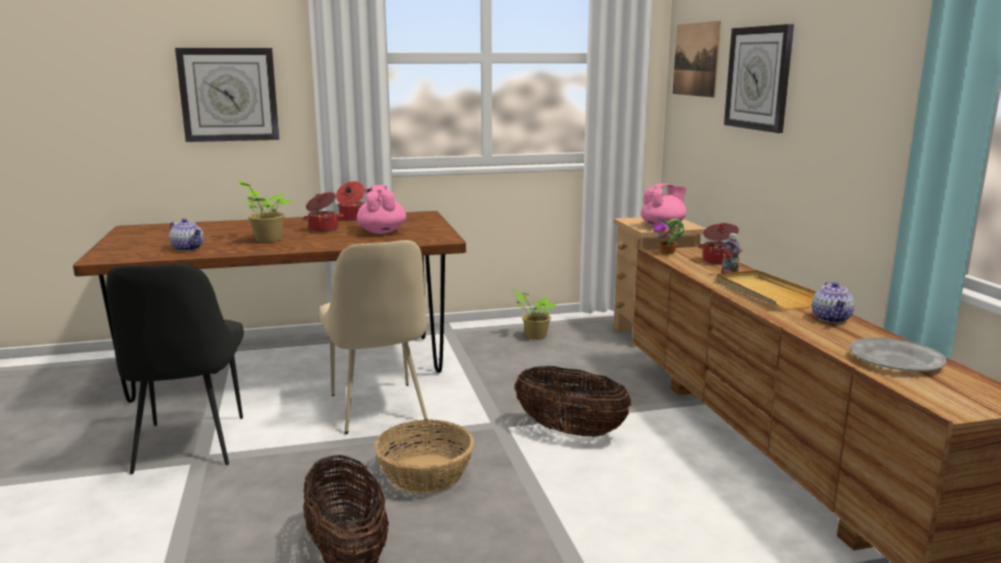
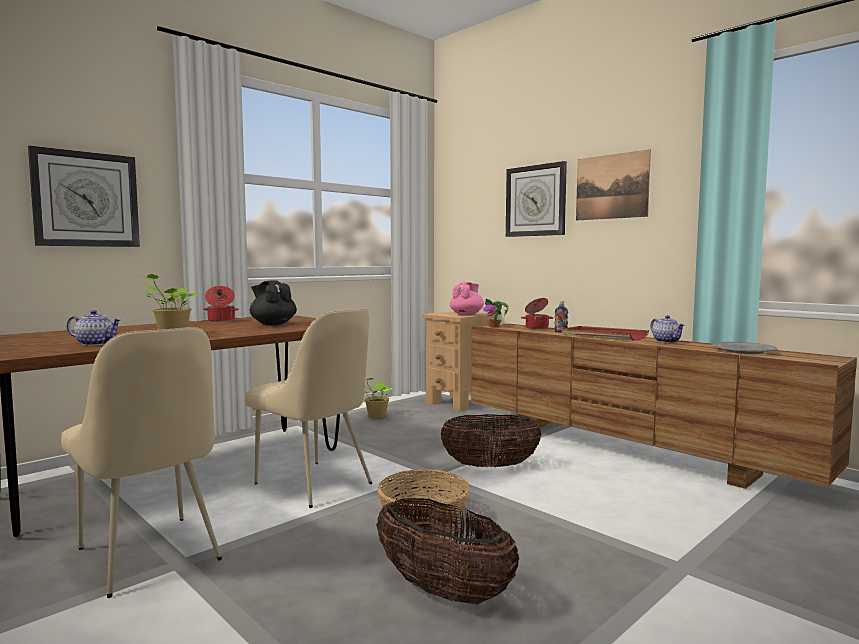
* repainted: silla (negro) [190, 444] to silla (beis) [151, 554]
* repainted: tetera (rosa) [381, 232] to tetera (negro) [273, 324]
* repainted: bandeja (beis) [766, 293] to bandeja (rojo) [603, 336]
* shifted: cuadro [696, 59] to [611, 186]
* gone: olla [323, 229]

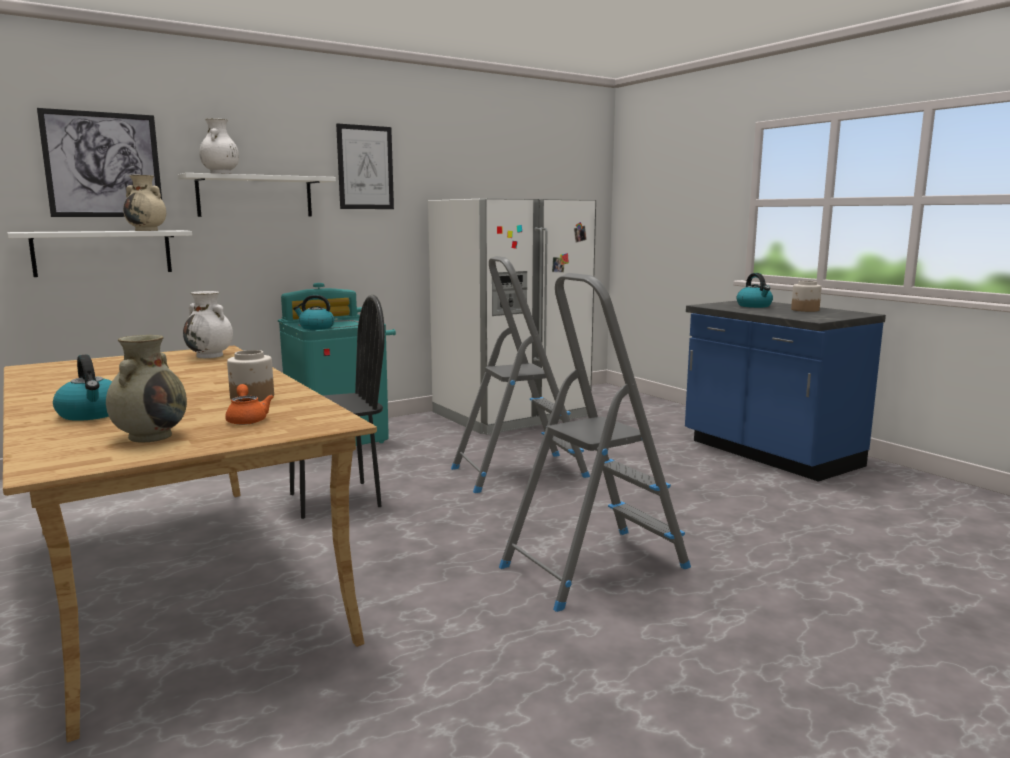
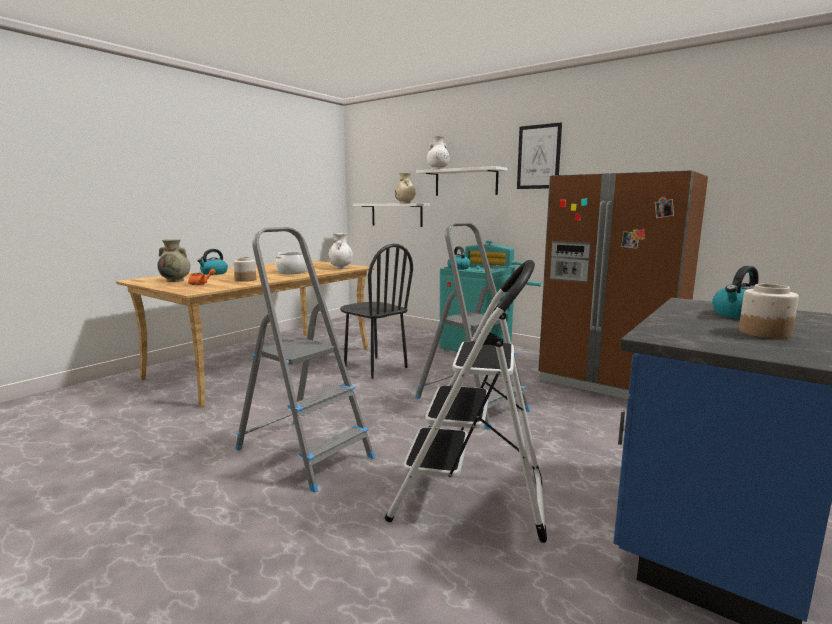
* new: olla [292, 272]
* new: escalera de tijera [473, 500]
* repainted: nevera (blanco) [510, 415] to nevera (marrón) [611, 380]
* gone: cuadro [103, 165]

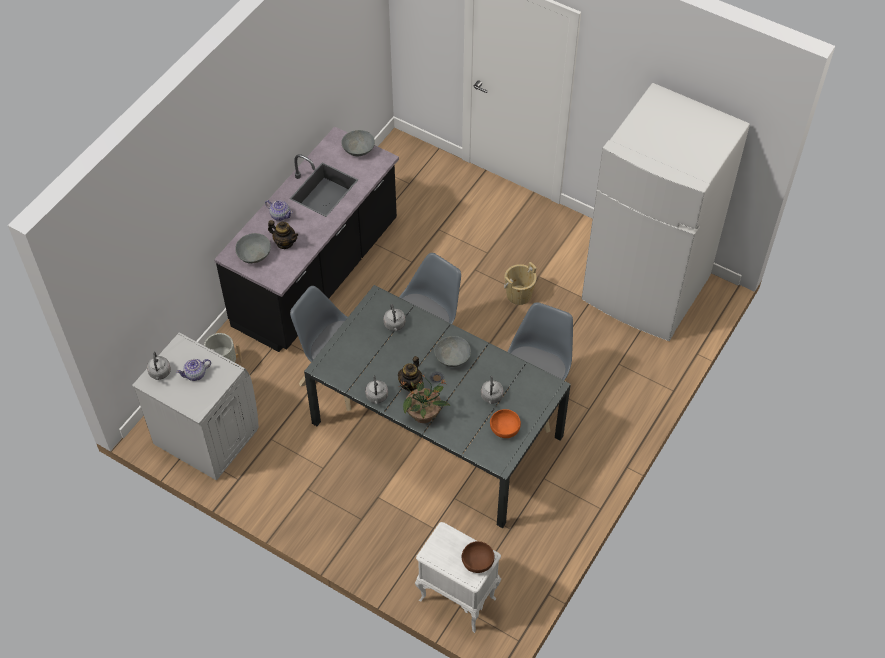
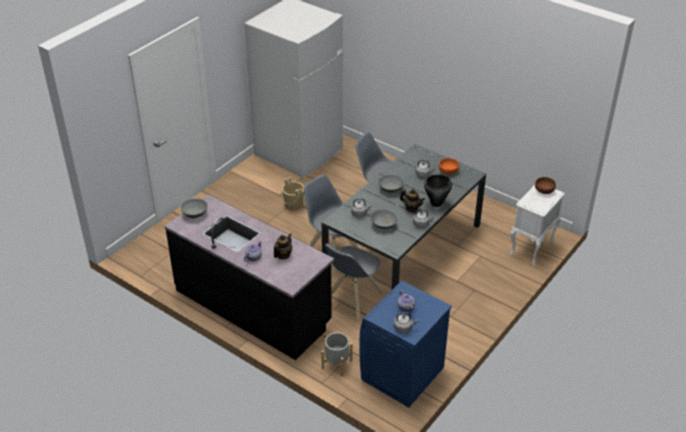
* repainted: lavadora (blanco) [206, 436] to lavadora (azul) [402, 374]
* shifted: cuenco (gris) [254, 254] to [383, 225]
* swapped: planta en maceta [424, 414] to olla (negro) [436, 203]

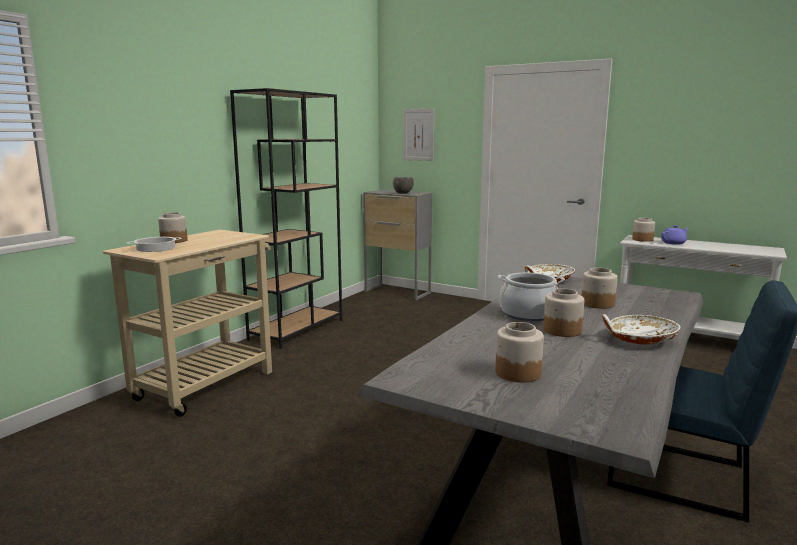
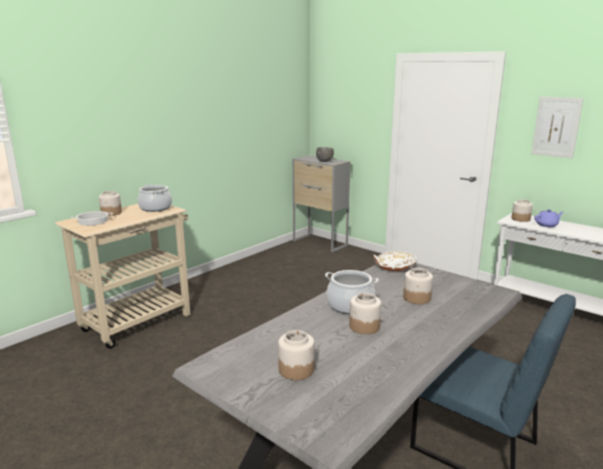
* new: olla [155, 208]
* shifted: cuadro [418, 135] to [556, 127]
* gone: estantería [296, 329]
* gone: cuenco (blanco) [639, 340]

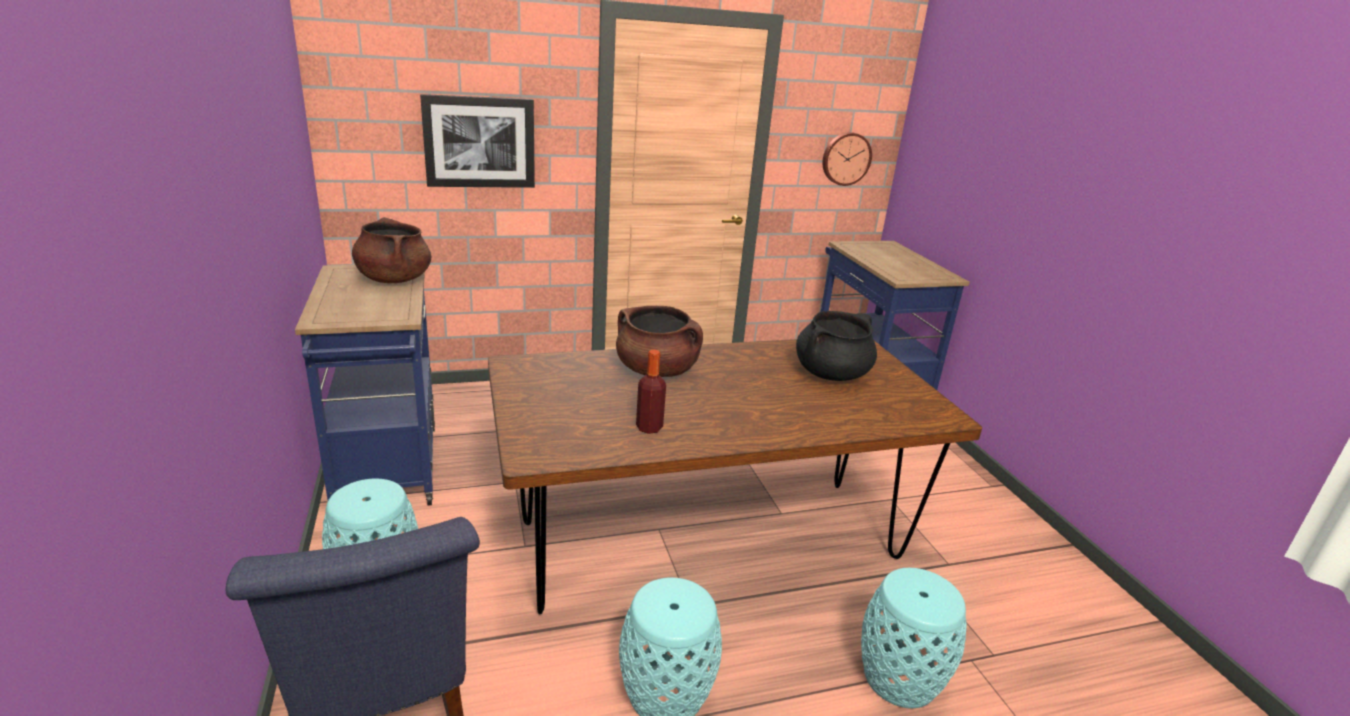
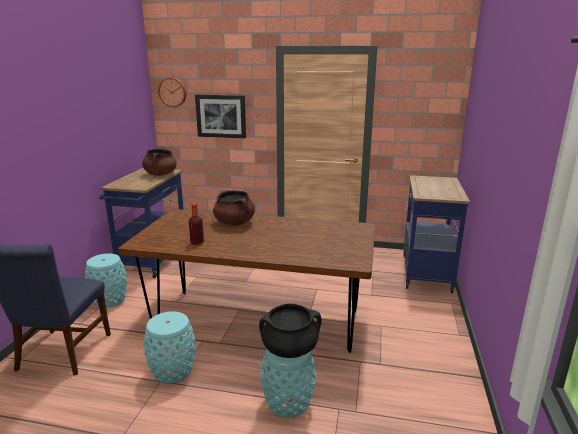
* shifted: reloj de pared [845, 158] to [173, 92]
* shifted: olla (negro) [831, 374] to [290, 349]

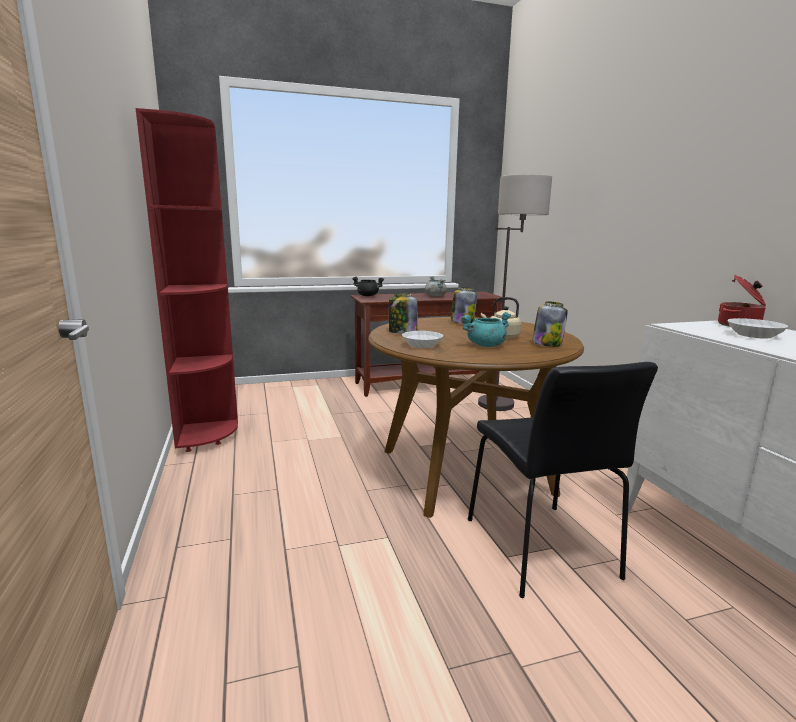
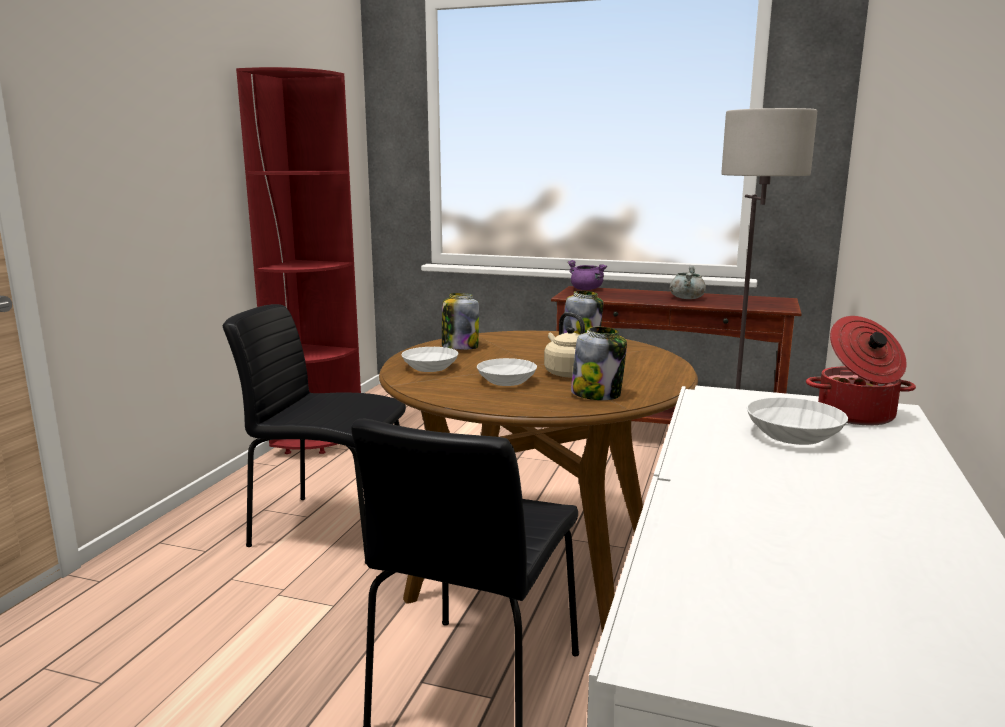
* new: silla (negro) [326, 528]
* swapped: olla (turquesa) [485, 345] to cuenco (blanco) [505, 381]
* repainted: olla (negro) [368, 296] to olla (morado) [587, 289]

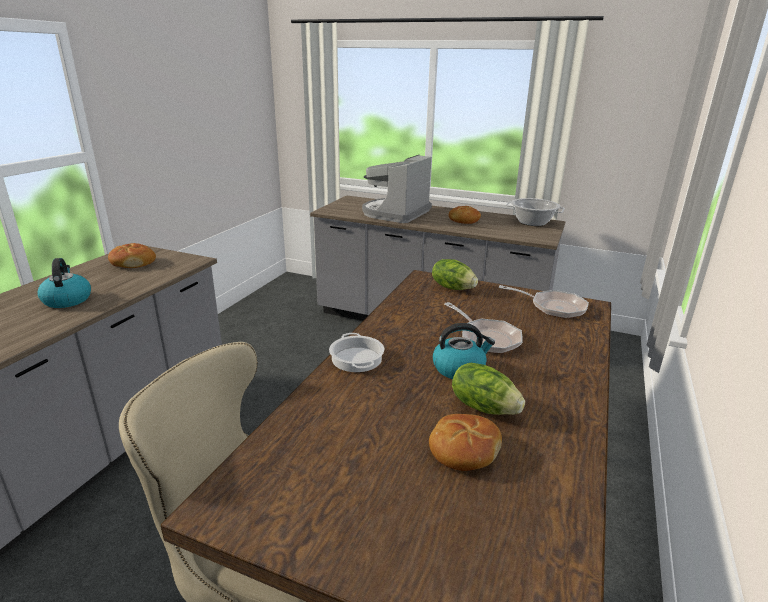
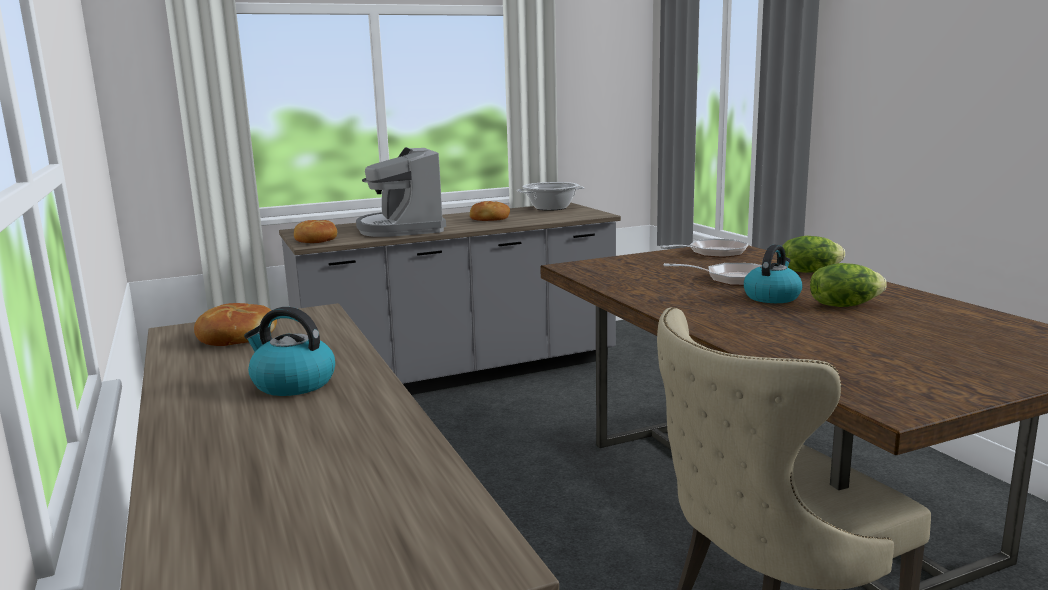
* shifted: pan [463, 450] to [316, 240]
* shifted: lechuga [453, 287] to [809, 271]
* gone: olla [356, 359]

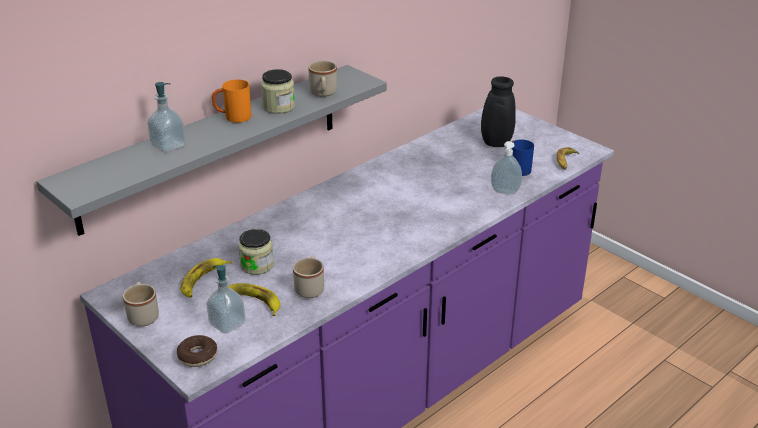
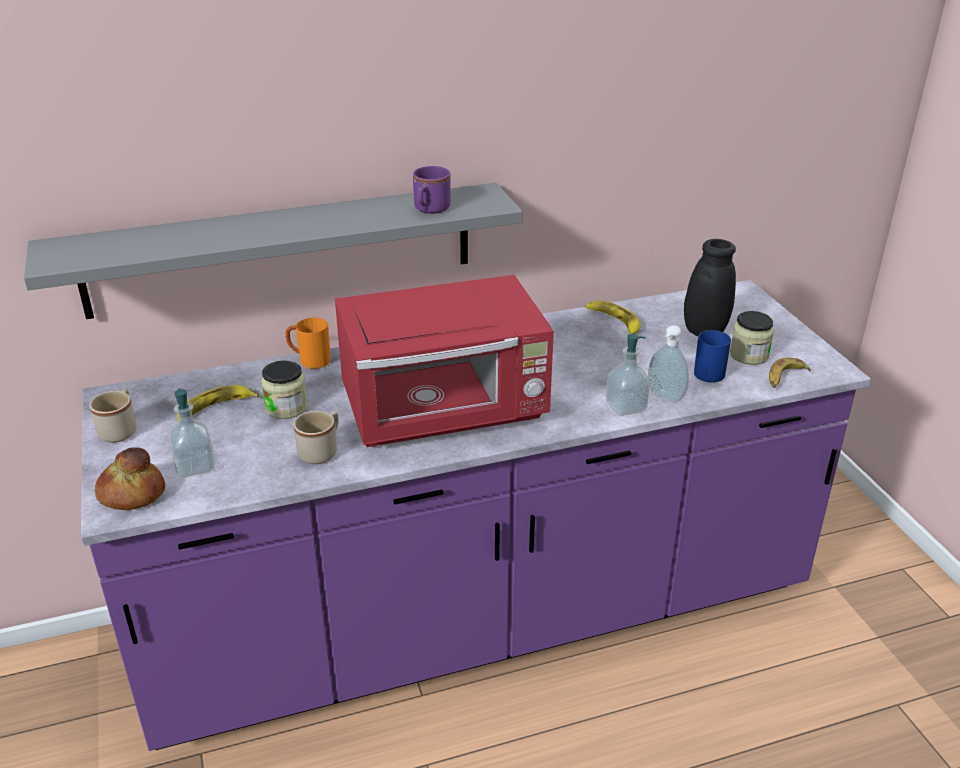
* swapped: rosquilla [197, 356] to pan [131, 494]
* shifted: taza grande (naranja) [233, 118] to [309, 360]
* new: microondas (rojo) [446, 412]
* repainted: taza grande (beis) [323, 94] to taza grande (morado) [430, 210]
* shifted: plátano [253, 301] to [613, 321]
* shifted: dispensador de jabón [168, 146] to [625, 406]
* shifted: tarro [278, 107] to [749, 355]

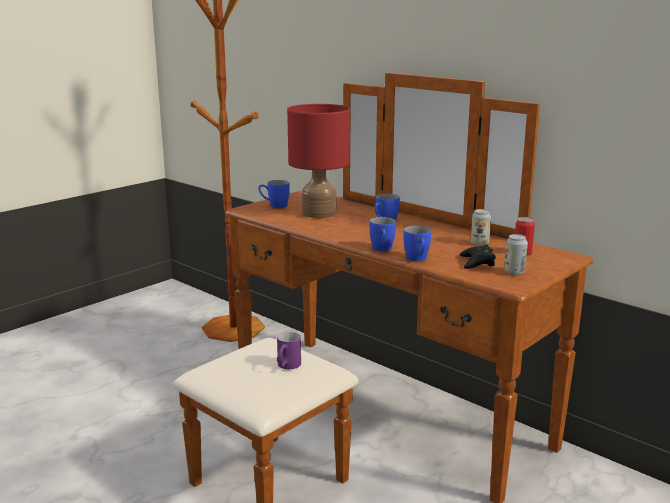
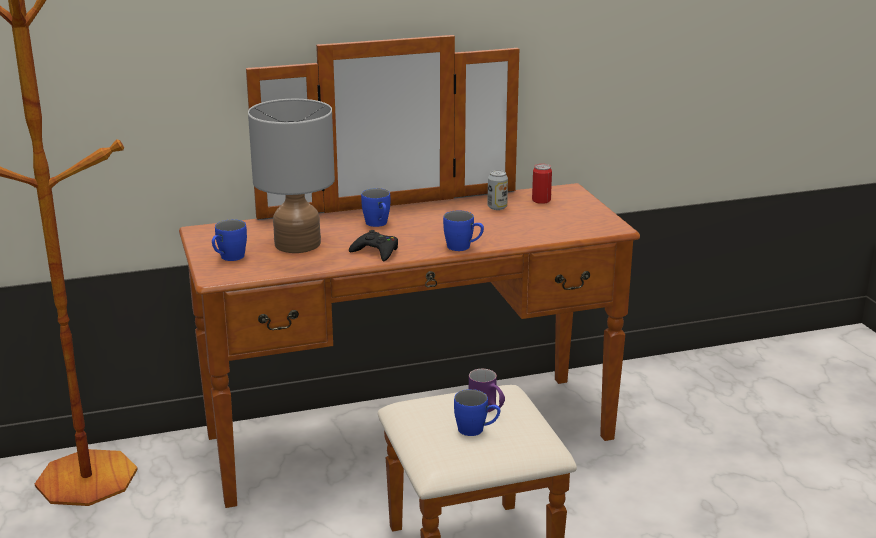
* repainted: lámpara de mesa (rojo) [318, 213] to lámpara de mesa (gris) [296, 244]
* shifted: mando de consola (negro) [477, 262] to [376, 251]
* shifted: taza grande (azul) [417, 260] to [477, 430]
* gone: lata [514, 272]

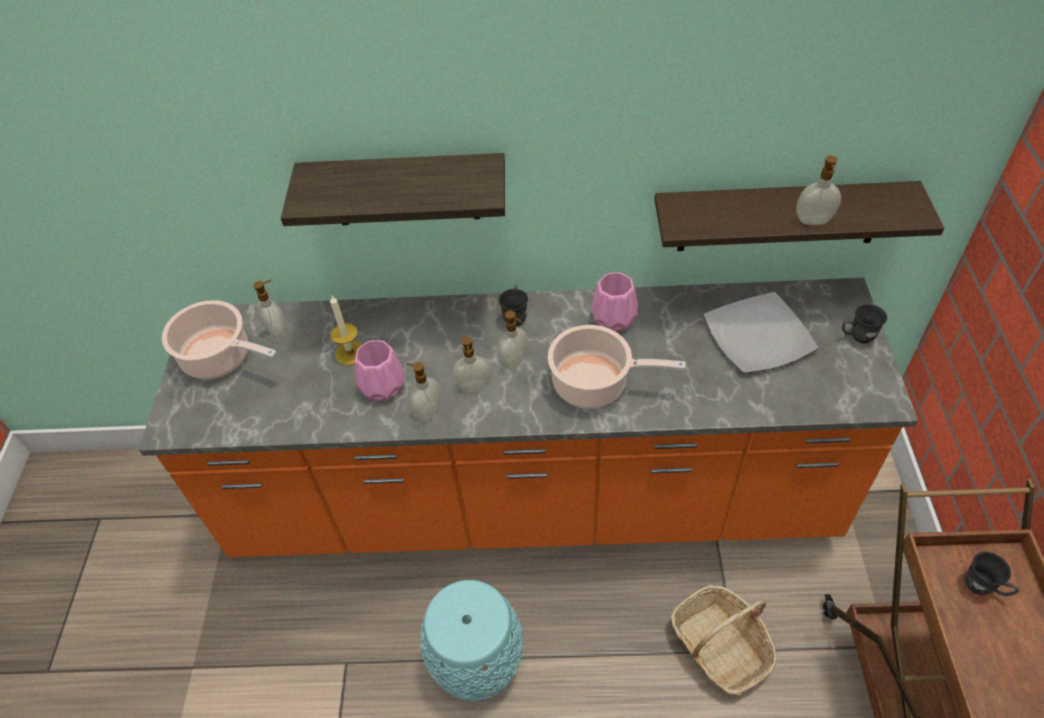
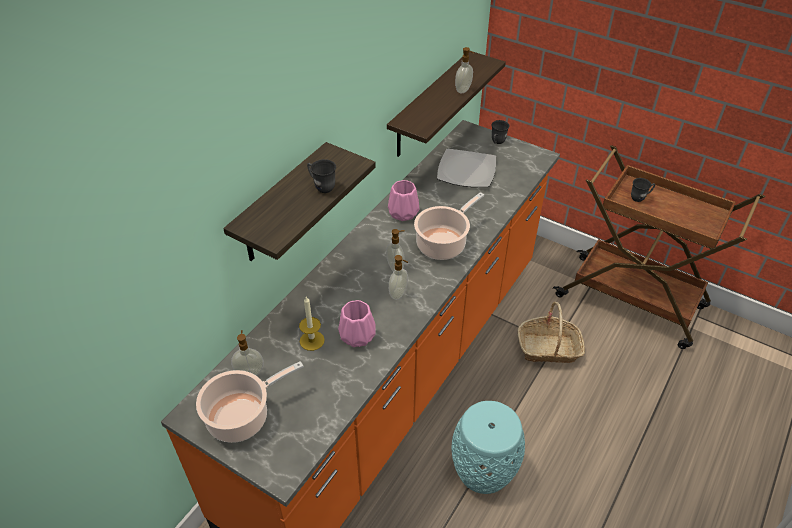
* shifted: taza grande (gris) [515, 316] to [321, 186]
* gone: dispensador de jabón [427, 411]

